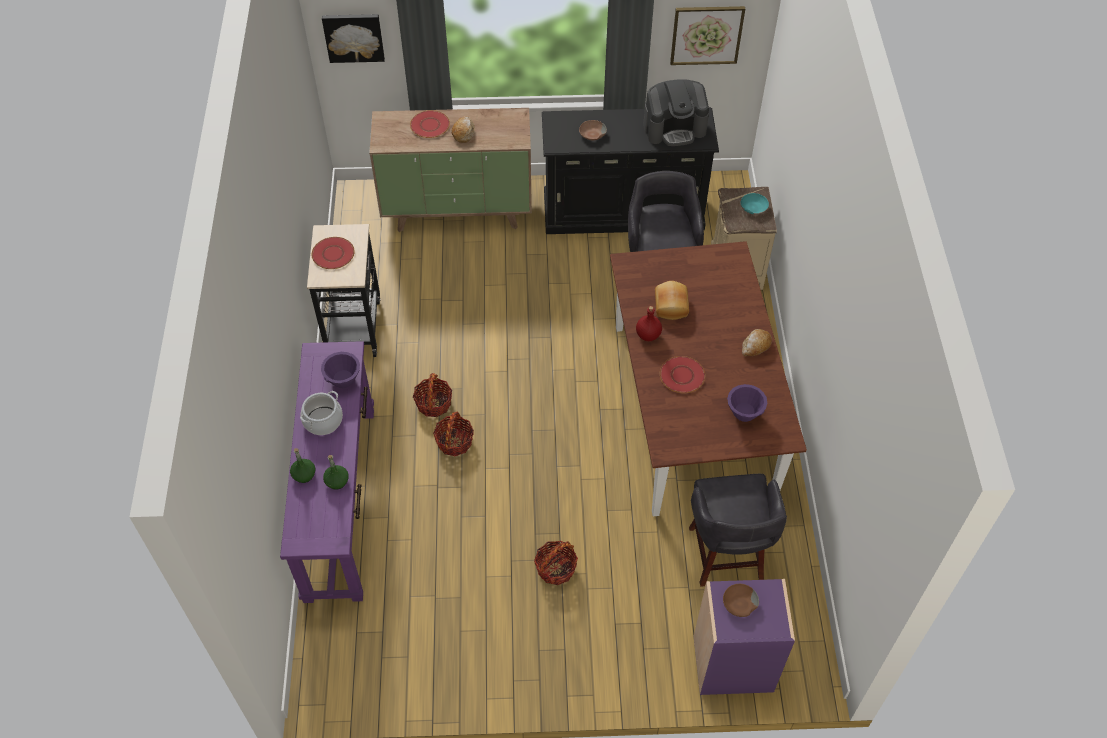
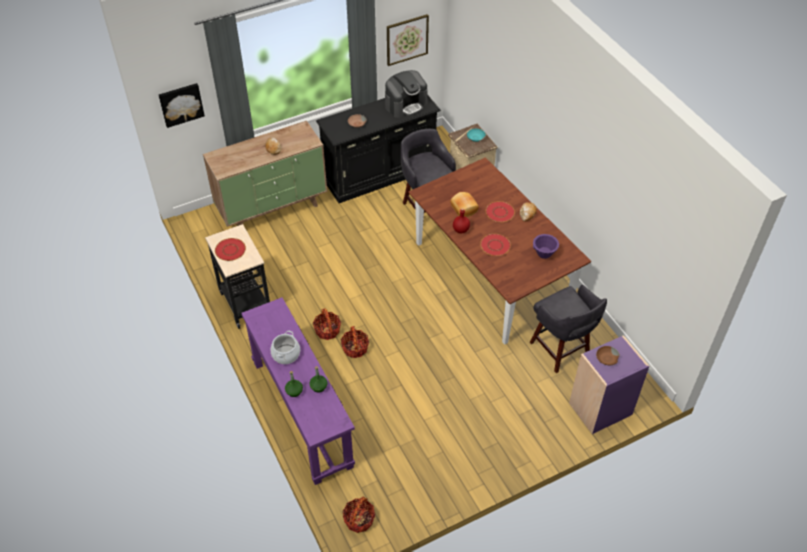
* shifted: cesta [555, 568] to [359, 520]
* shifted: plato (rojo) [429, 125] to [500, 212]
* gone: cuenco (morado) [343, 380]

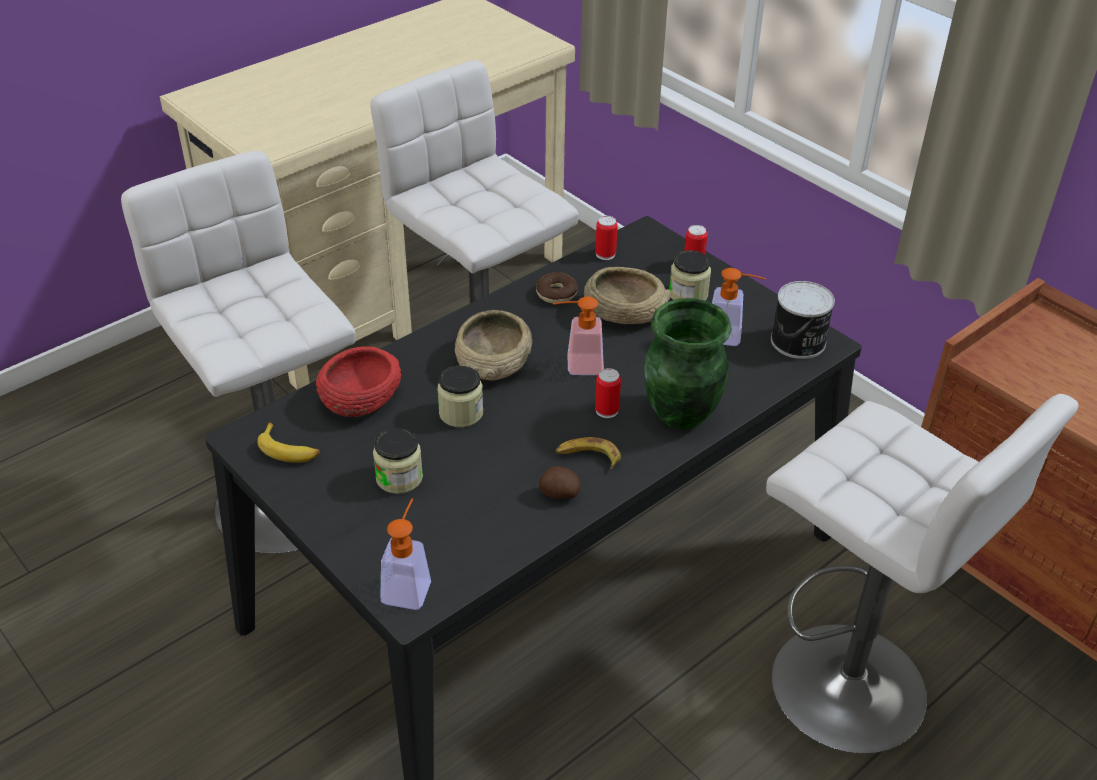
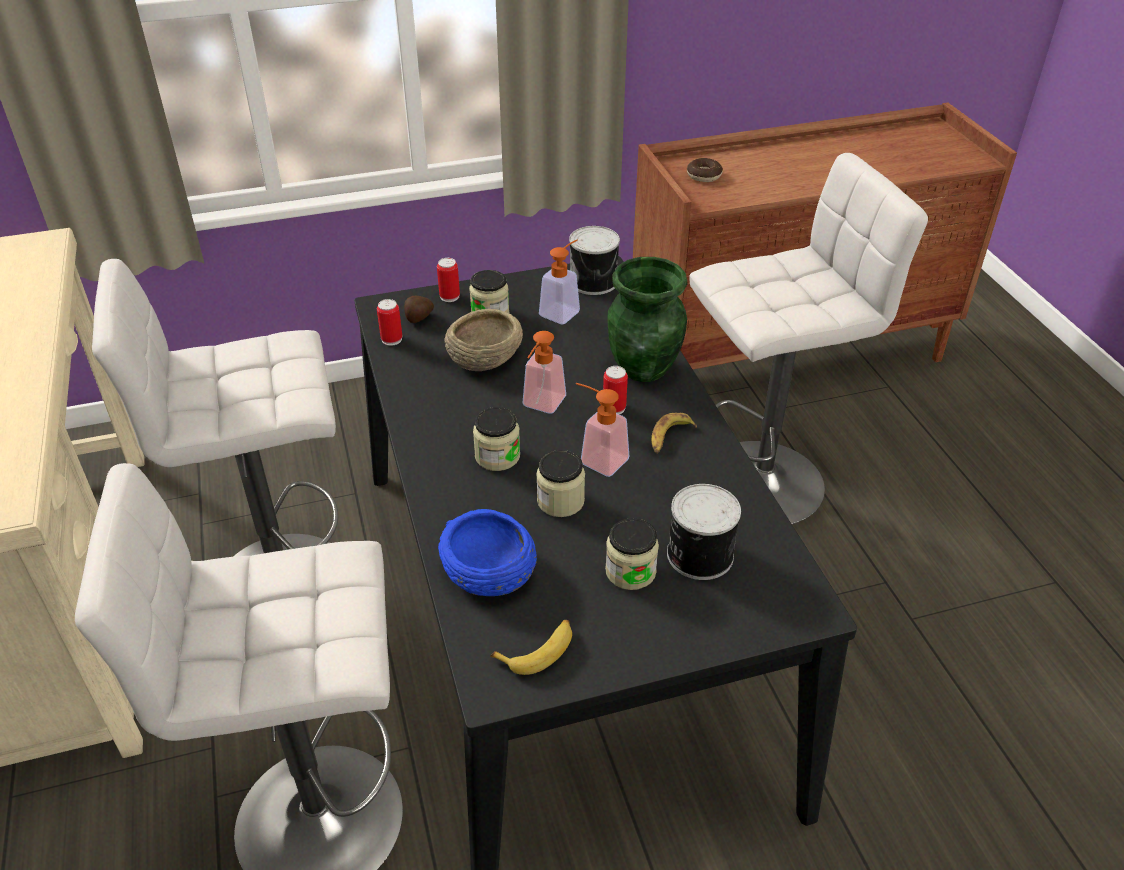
* shifted: patata [559, 494] to [418, 318]
* repainted: cuenco (rojo) [360, 397] to cuenco (azul) [487, 569]
* swapped: cuenco (beis) [494, 361] to tarro [497, 456]
* shifted: dispensador de jabón [409, 585] to [597, 458]
* new: lata [698, 554]
* shifted: rosquilla [556, 294] to [704, 176]

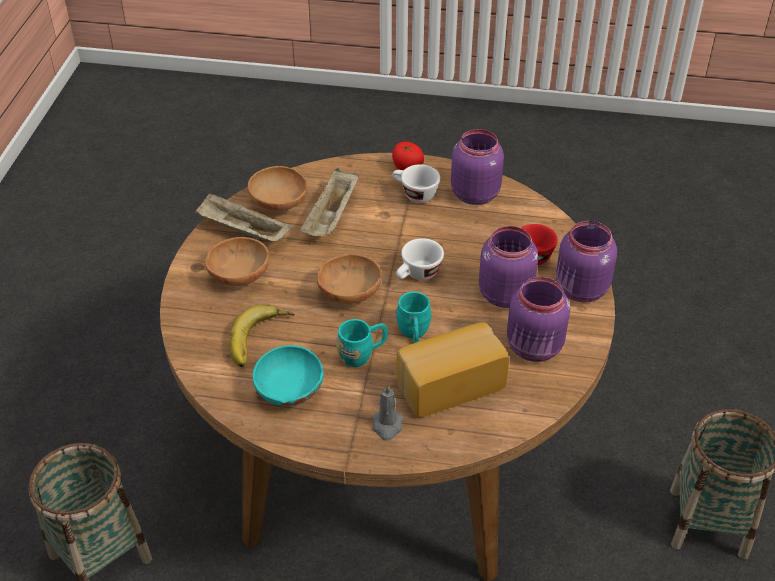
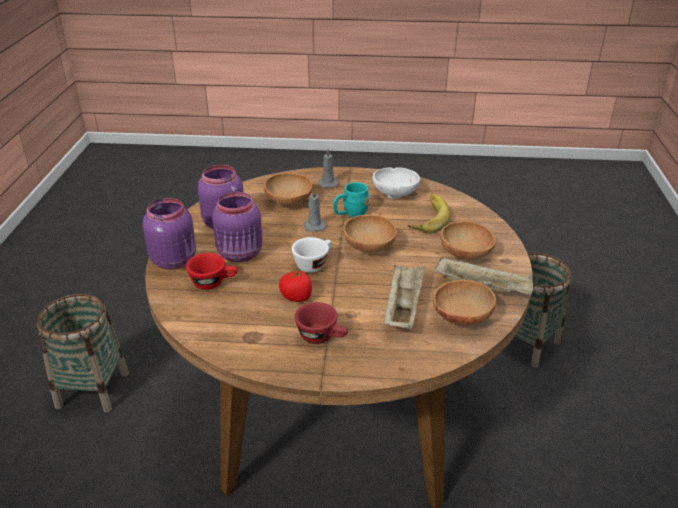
* swapped: pan [448, 383] to cuenco (marrón) [289, 203]
* shifted: tomate [406, 167] to [297, 297]
* repainted: taza (blanco) [414, 194] to taza (rojo) [322, 337]
* swapped: taza grande (turquesa) [414, 335] to vela (gris) [314, 225]
* repainted: cuenco (turquesa) [288, 392] to cuenco (blanco) [396, 194]
* gone: tarro (morado) [474, 193]

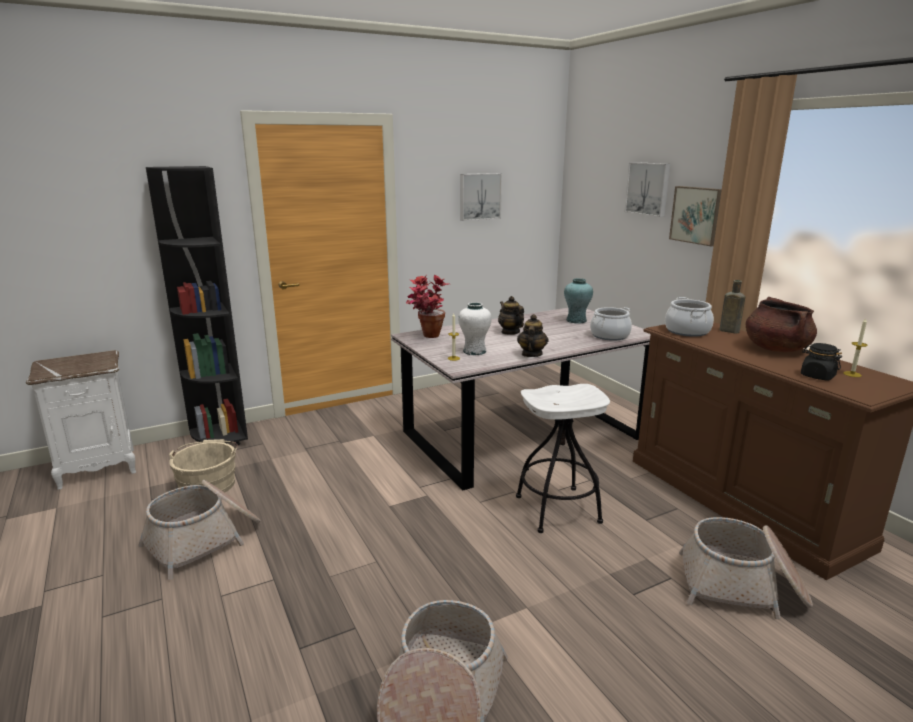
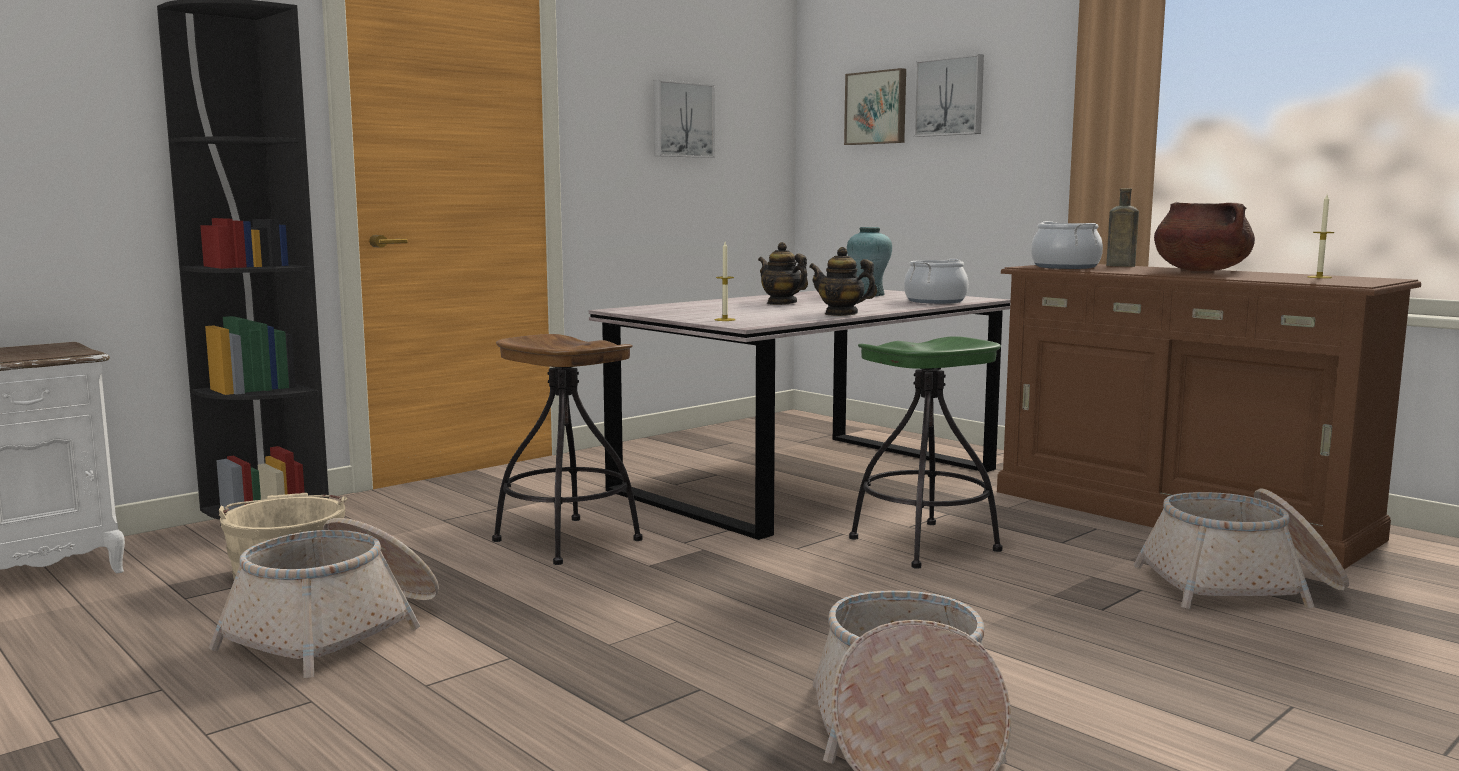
* new: taburete (marrón) [567, 540]
* rotated: tetera [531, 354] = [841, 314] 60 degrees counterclockwise
* shifted: cuadro [697, 215] to [877, 108]
* repainted: taburete (blanco) [557, 509] to taburete (verde) [923, 544]
* gone: planta en maceta [426, 337]
* gone: florero (blanco) [474, 351]
* gone: tarro (negro) [817, 376]

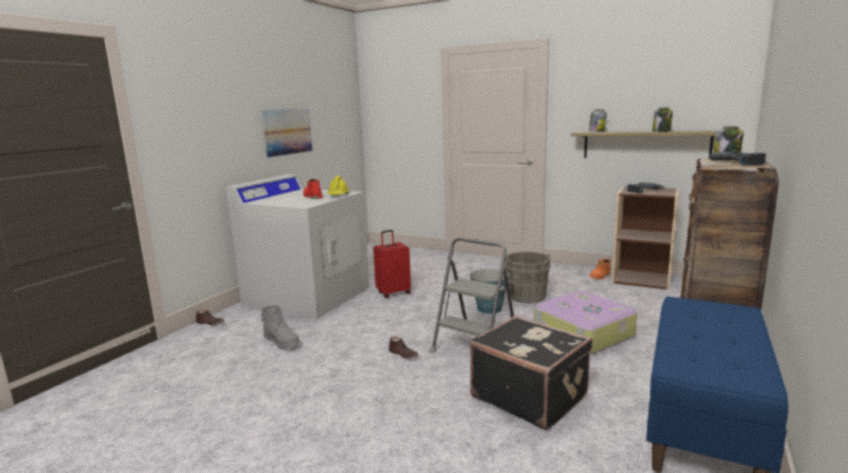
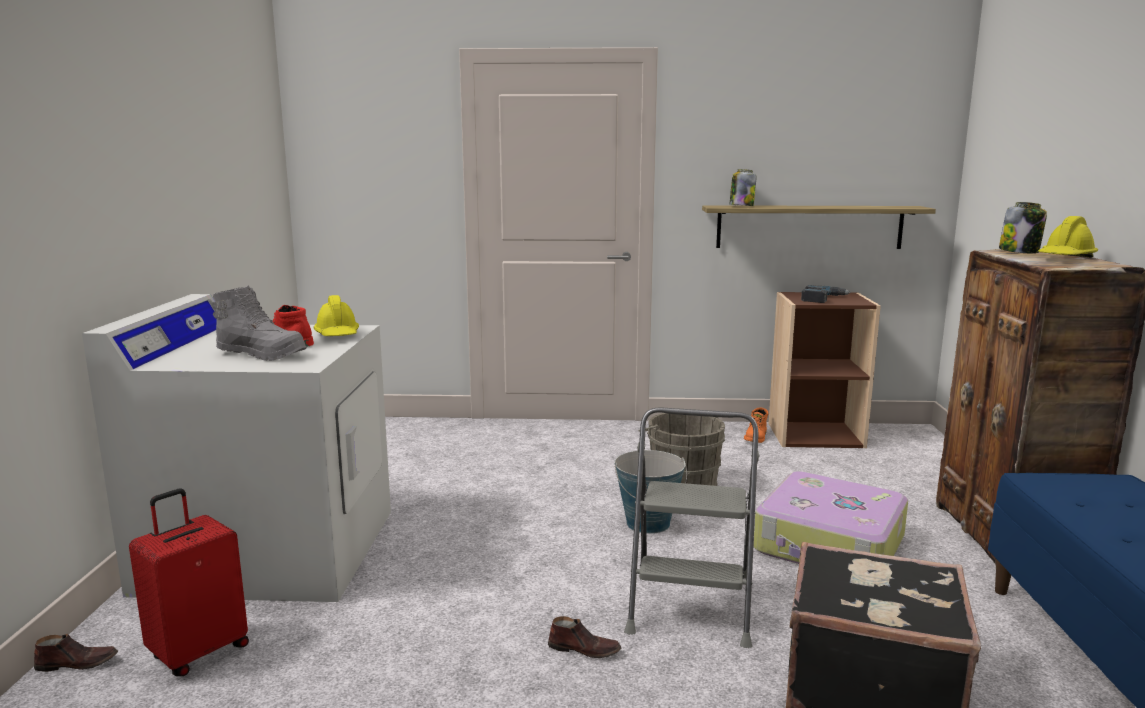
* shifted: maleta (rojo) [393, 293] to [198, 652]
* shifted: bota (gris) [282, 342] to [262, 354]
* swapped: taladro [740, 162] to casco (amarillo) [1066, 258]
* gone: cuadro [288, 132]
* gone: tarro [661, 131]

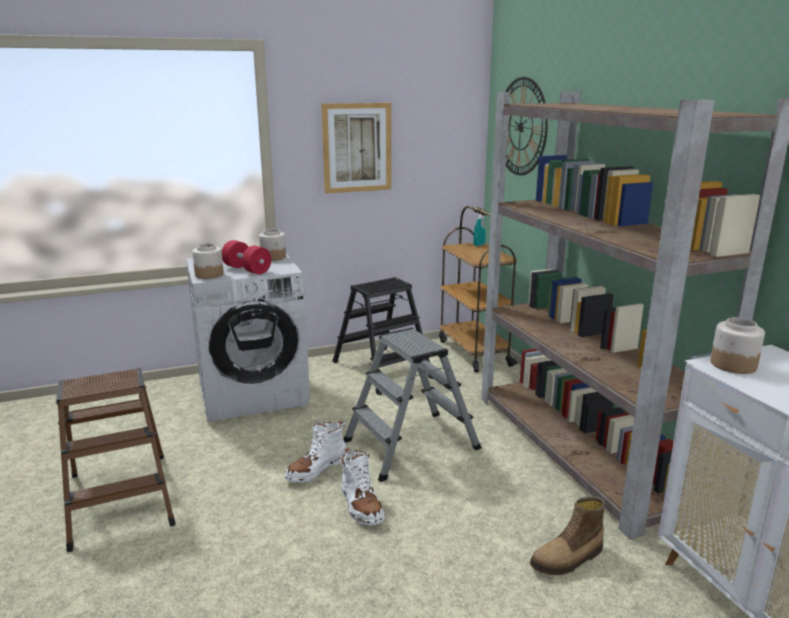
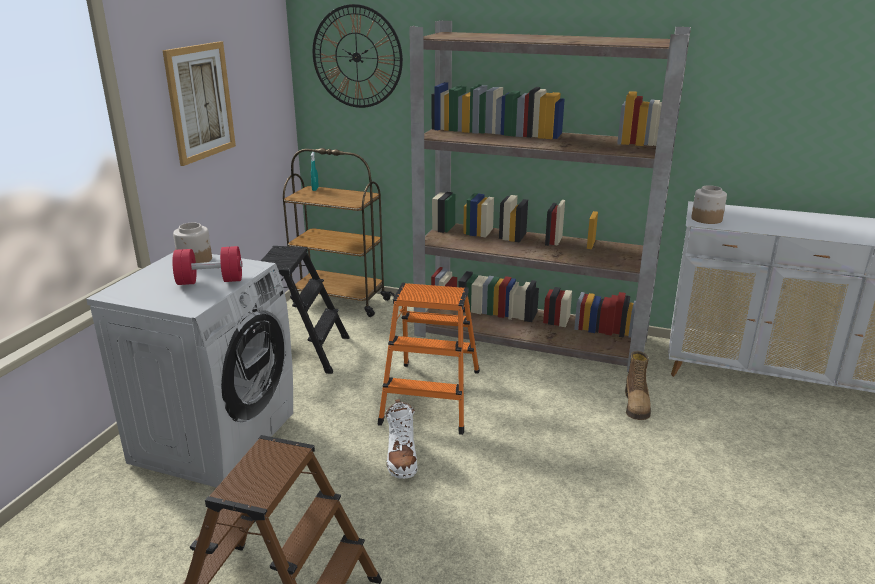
* repainted: escalera de tijera (gris) [411, 444] to escalera de tijera (naranja) [431, 395]
* gone: tarro [209, 274]
* gone: bota (blanco) [361, 505]

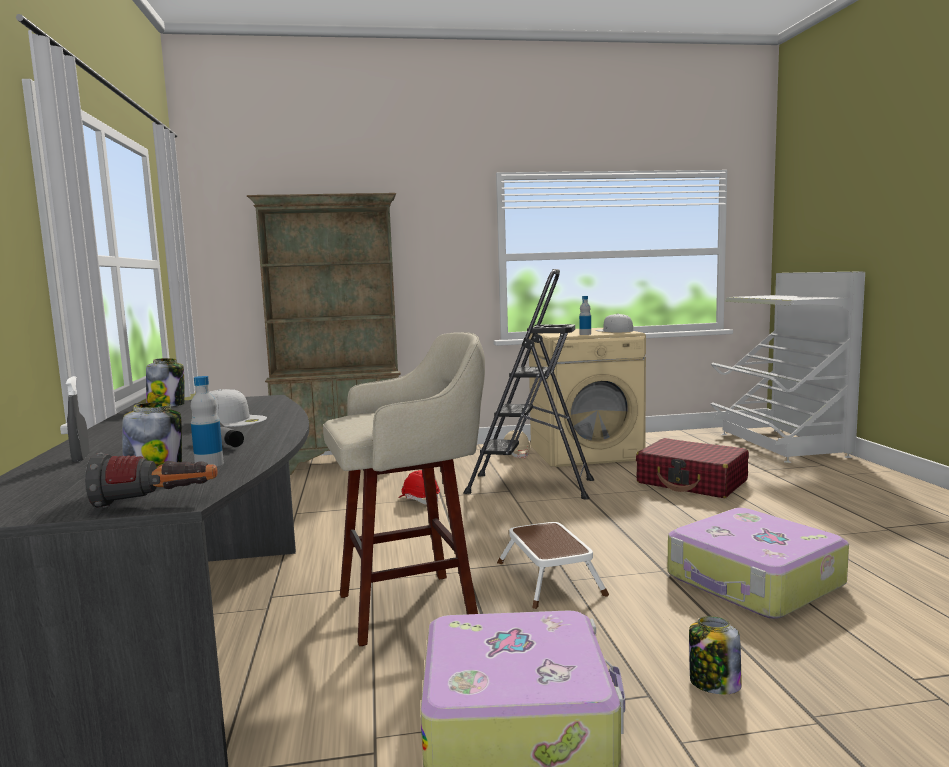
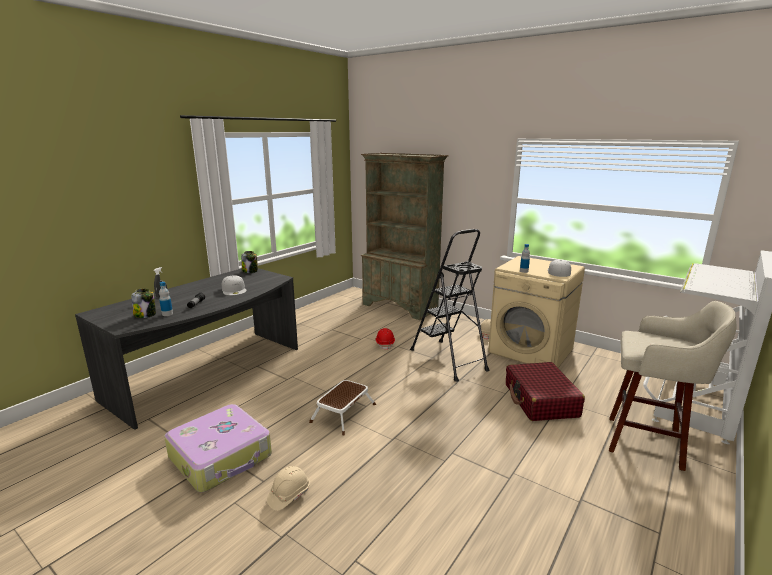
* swapped: tarro [713, 684] to casco (beis) [289, 495]
* shifted: taburete (beis) [413, 607] to [648, 444]
* gone: linterna [156, 502]
* gone: maleta [754, 581]

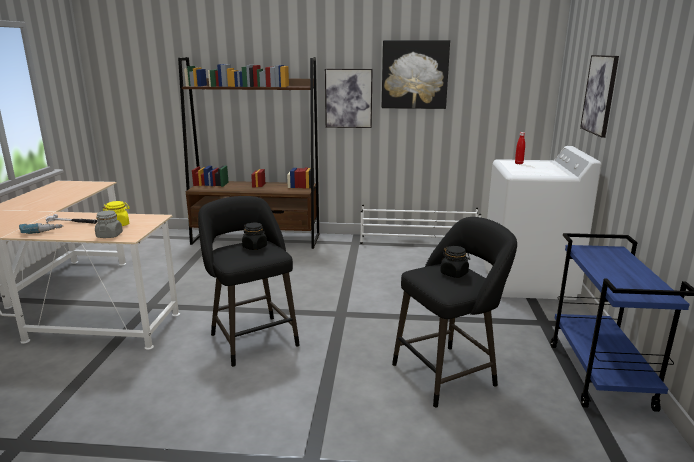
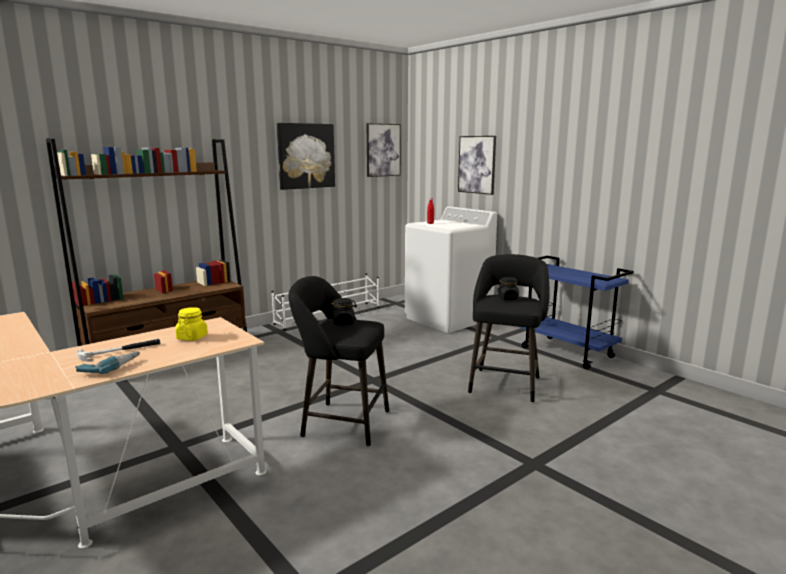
* shifted: cuadro [348, 98] to [383, 150]
* gone: tarro (gris) [109, 235]

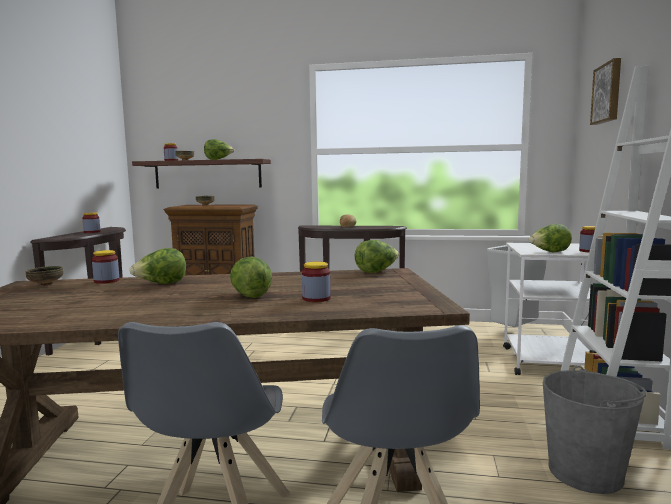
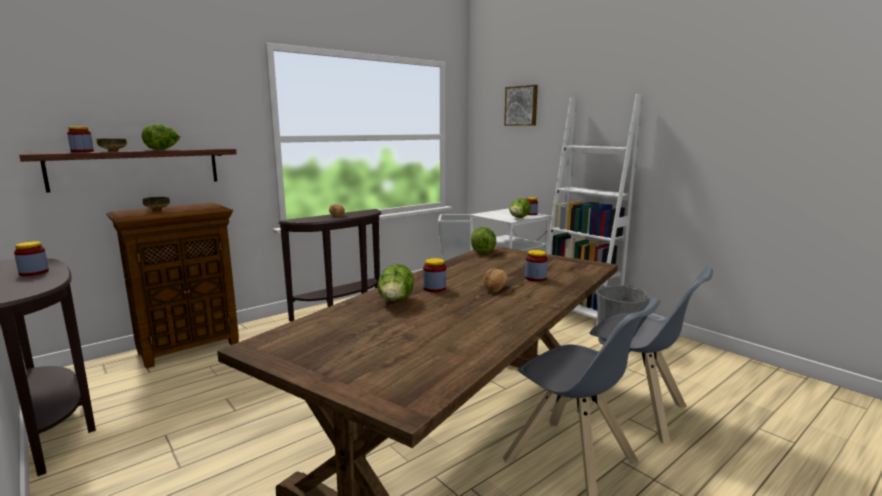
* shifted: tarro [106, 281] to [434, 288]
* swapped: lechuga [250, 295] to pan [495, 288]
* gone: cuenco [46, 284]

